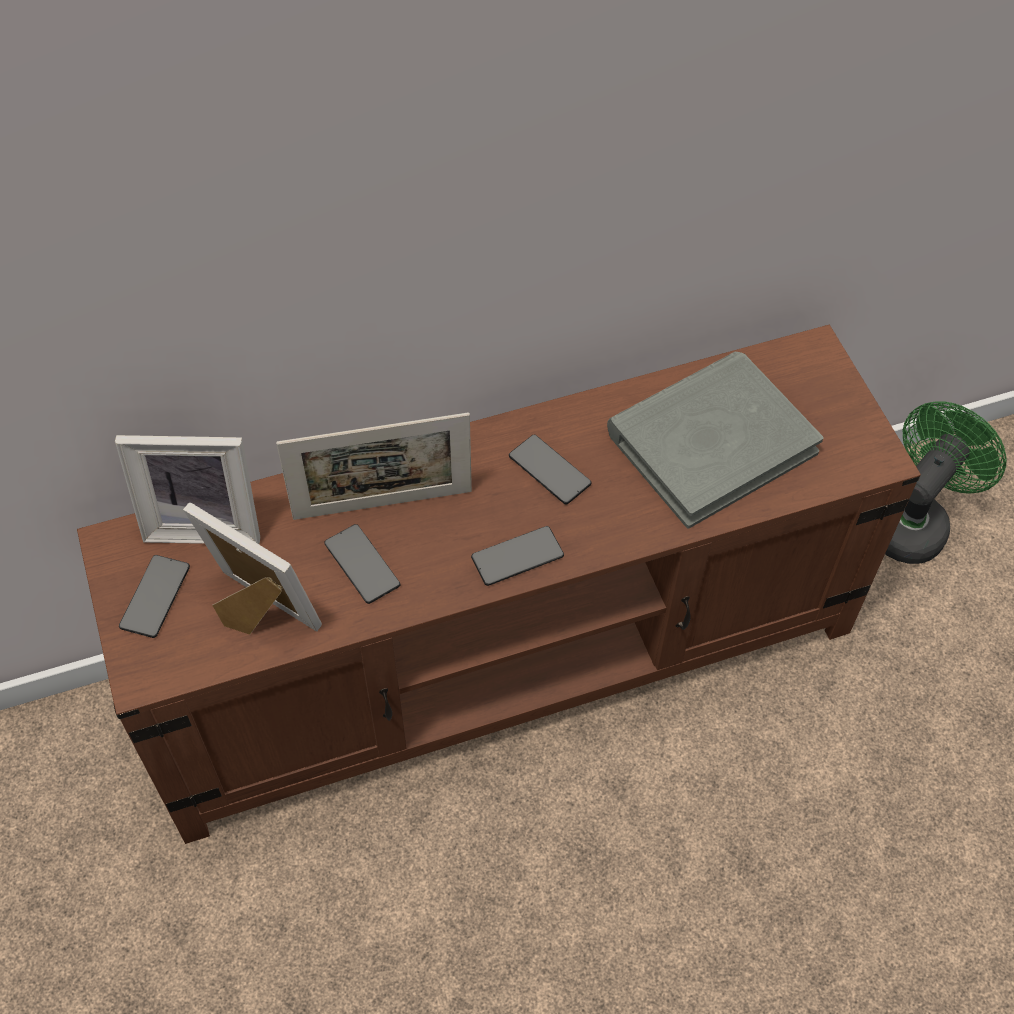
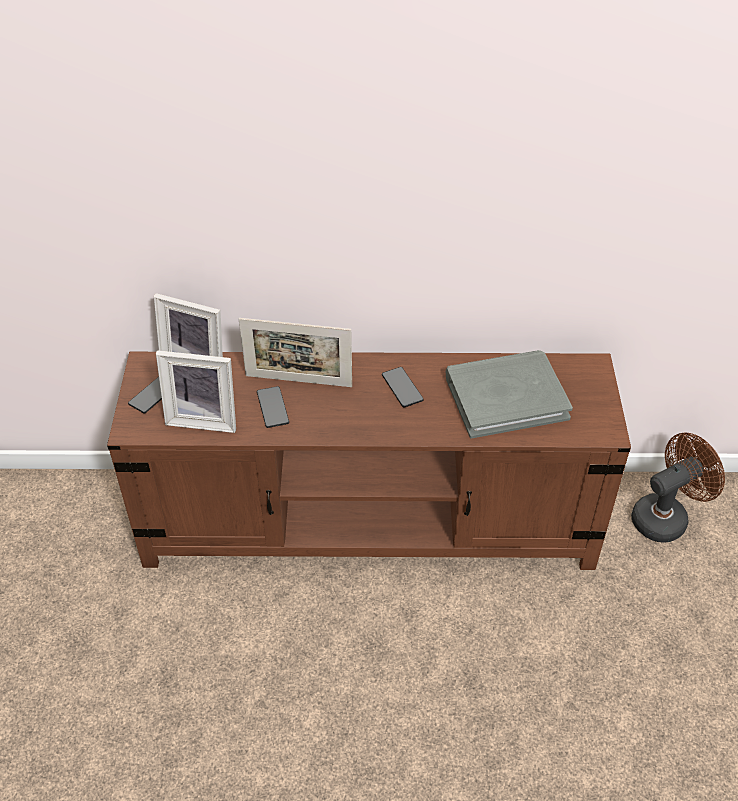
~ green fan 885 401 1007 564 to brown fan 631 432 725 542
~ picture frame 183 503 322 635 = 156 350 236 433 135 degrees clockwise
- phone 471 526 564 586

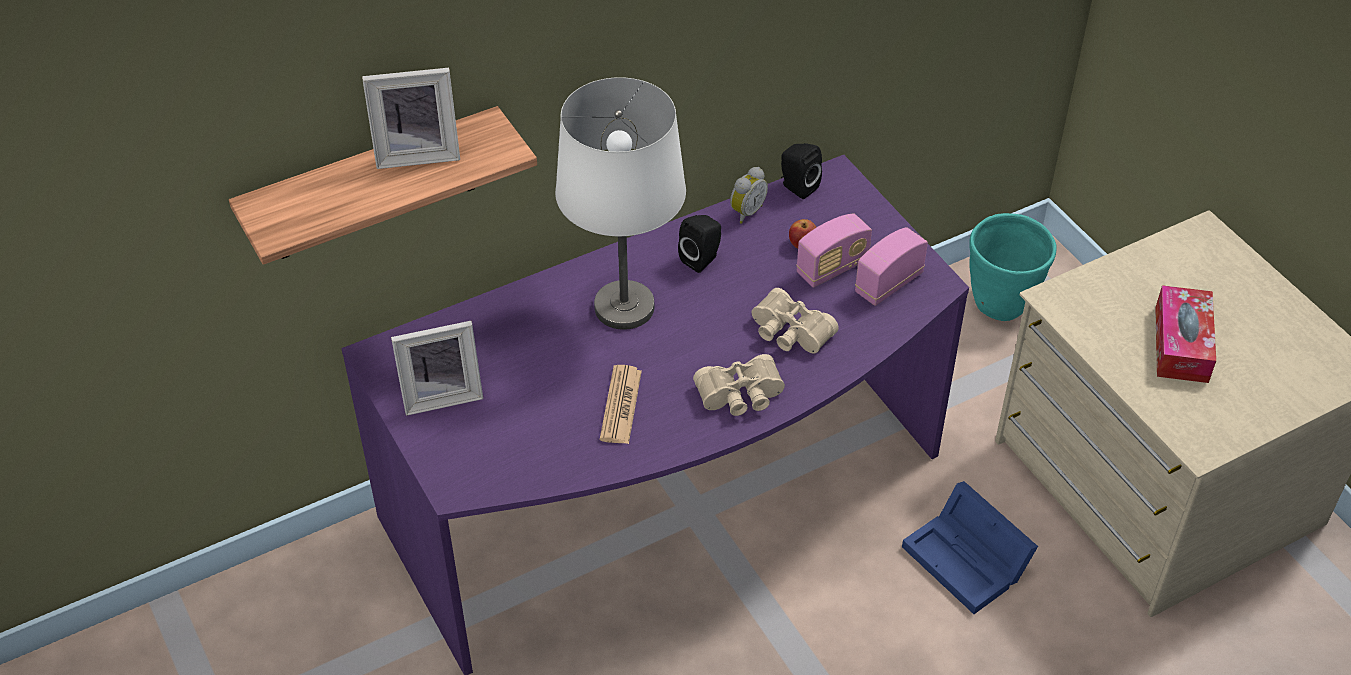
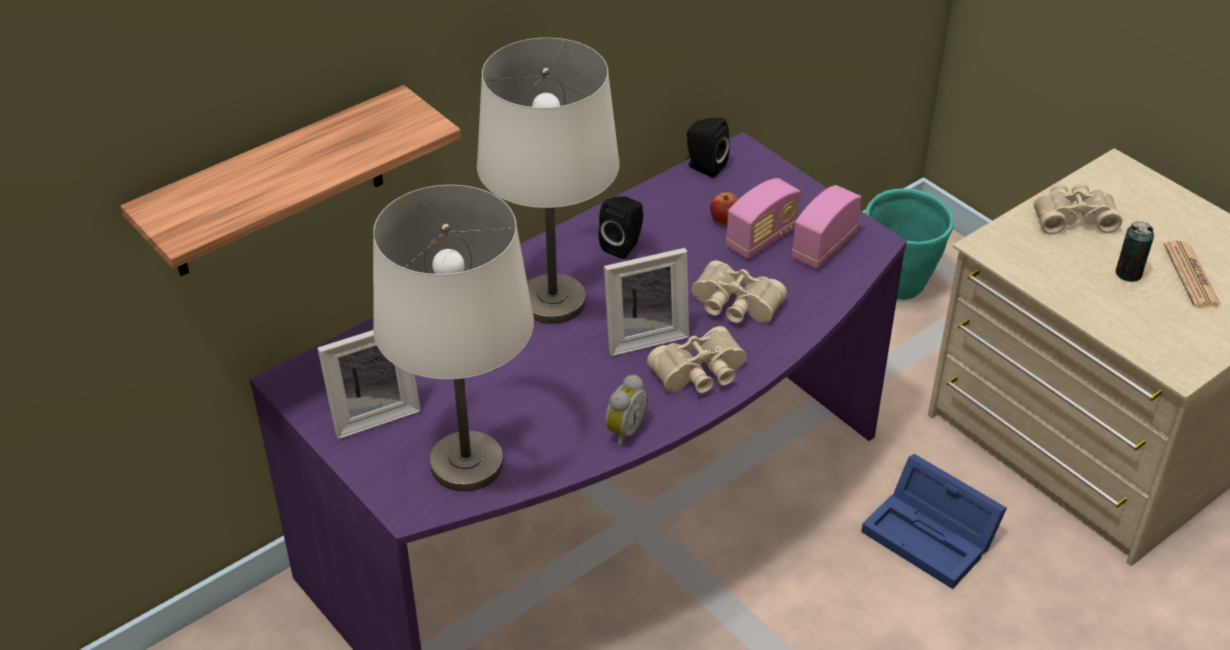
~ picture frame 362 68 460 169 to 604 248 689 356
~ alarm clock 730 167 768 224 to 605 375 648 447
~ tissue box 1155 285 1216 383 to can 1116 221 1154 282
~ newspaper 600 365 642 444 to 1164 241 1222 308
+ beige binoculars 1034 183 1122 234
+ white table lamp 373 185 534 492

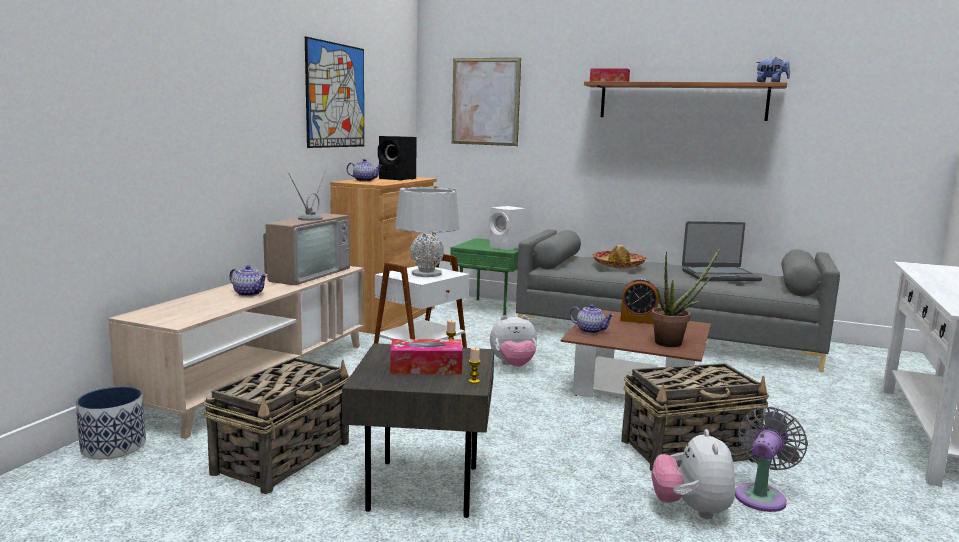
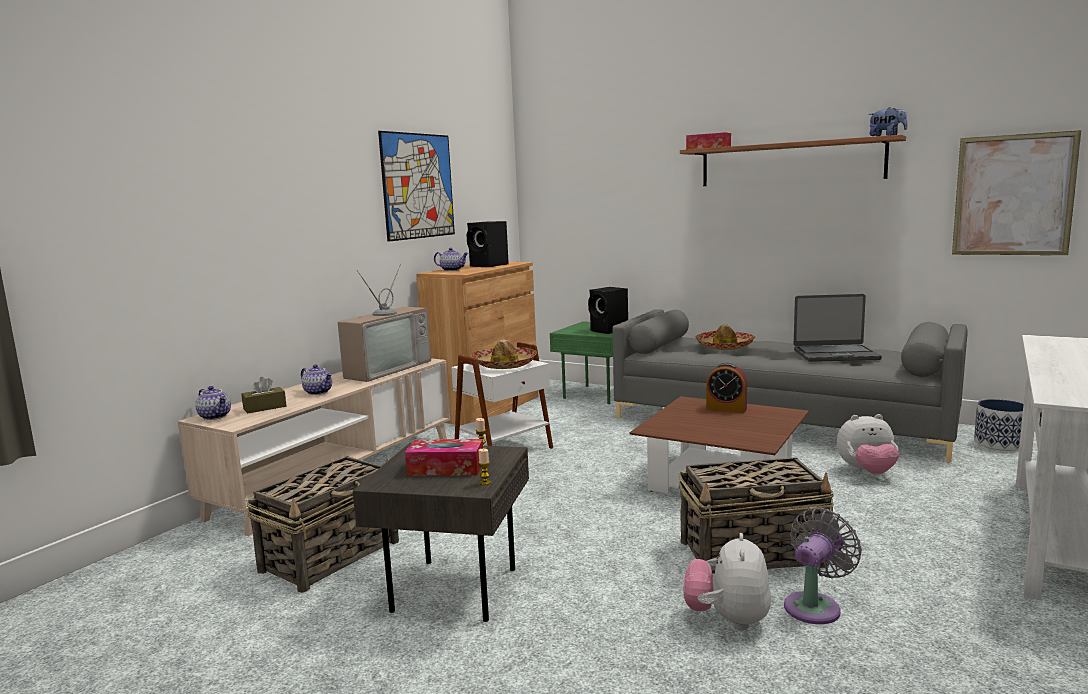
~ picture 452 58 521 146 to 952 130 1081 255
~ grey table lamp 395 187 459 277 to hat 471 340 537 369
~ white speaker 489 206 526 250 to black speaker 588 287 628 334
- potted plant 651 248 721 347
~ teapot 570 304 614 334 to 195 386 231 420
~ plush toy 490 315 537 367 to 837 414 899 474
~ planter 76 386 146 459 to 974 399 1024 451
+ brown tissue box 241 377 286 414

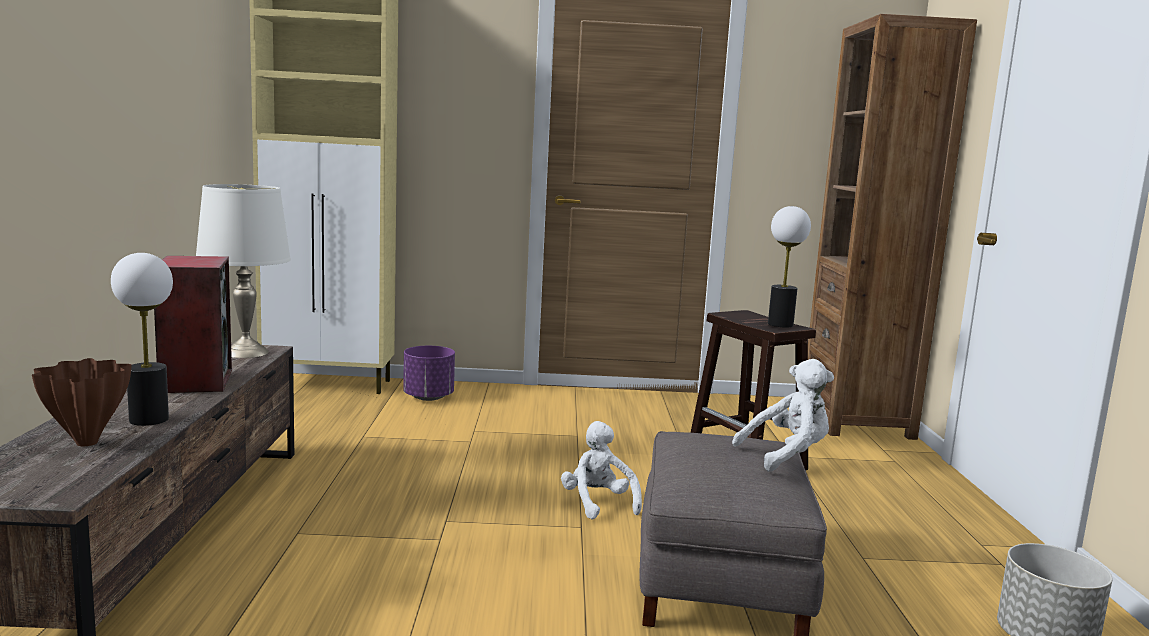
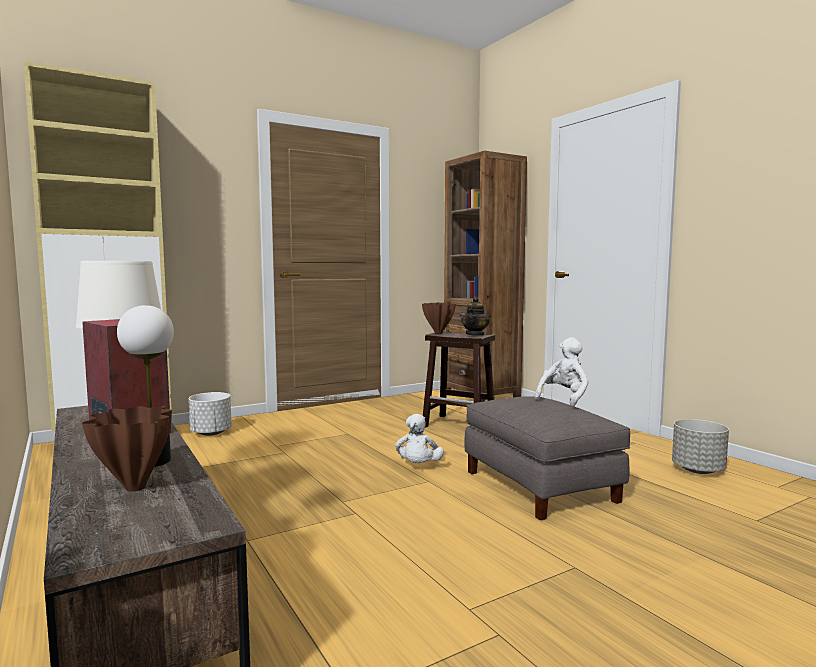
~ table lamp 768 206 811 328 to teapot 461 297 490 336
~ purple planter 403 346 455 401 to white planter 188 392 232 436
~ white plush toy 561 421 642 520 = 395 414 444 463 120 degrees counterclockwise
+ brown vase 422 303 456 334

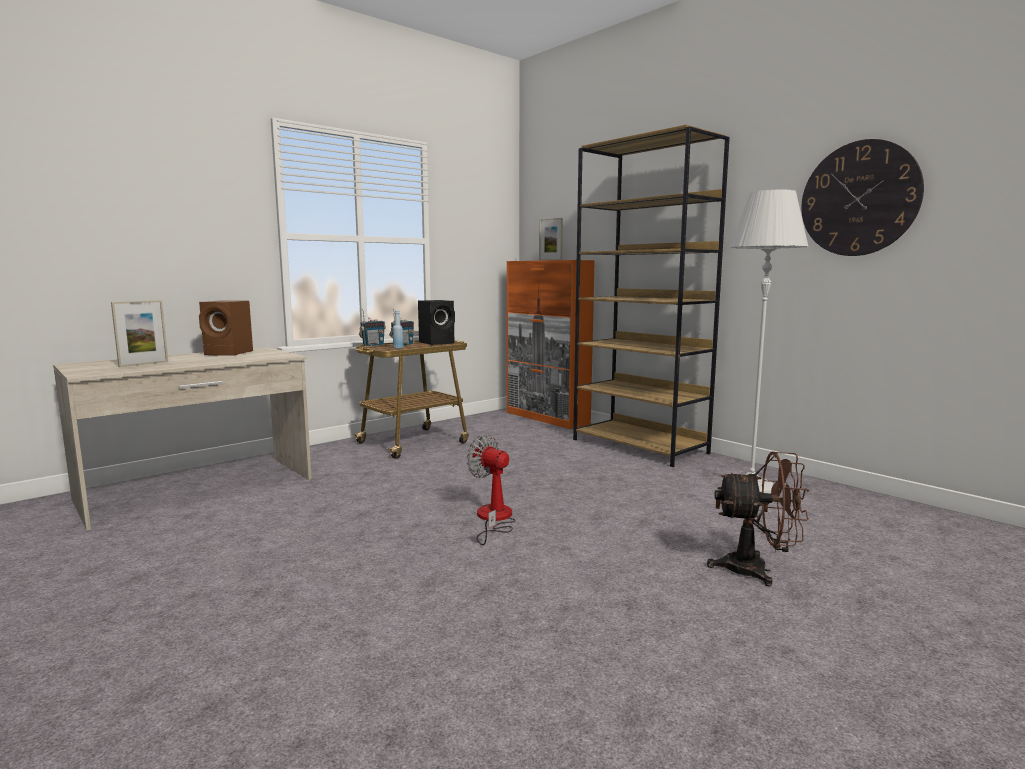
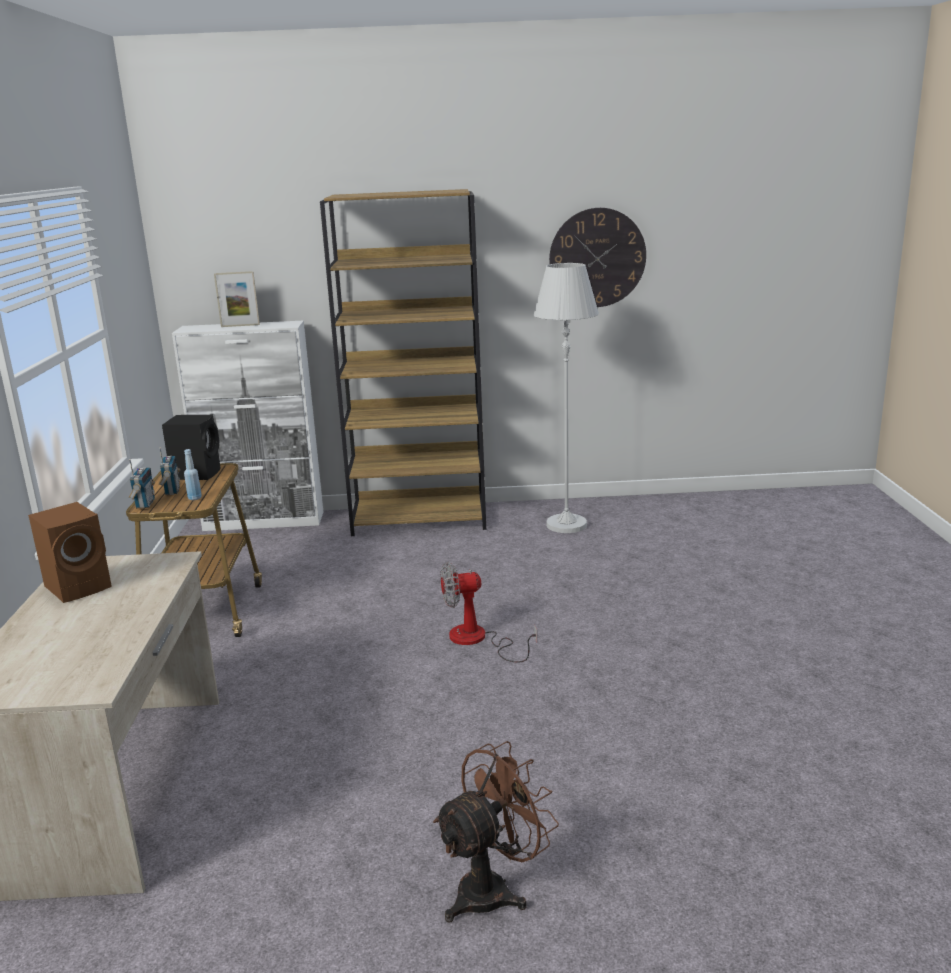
~ orange cabinet 507 260 595 429 to white cabinet 172 321 323 531
- picture frame 111 300 168 367
~ brown fan 707 451 809 587 to 433 741 559 923

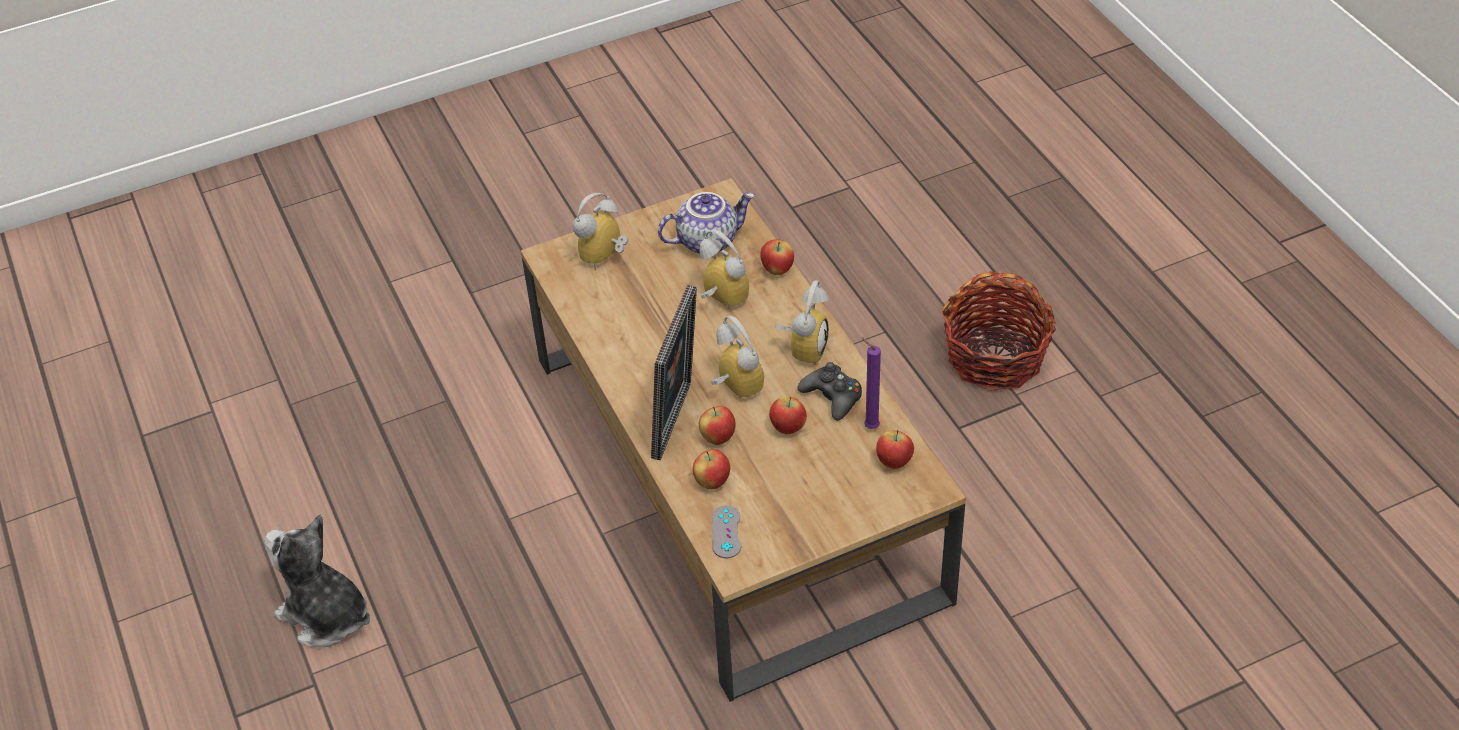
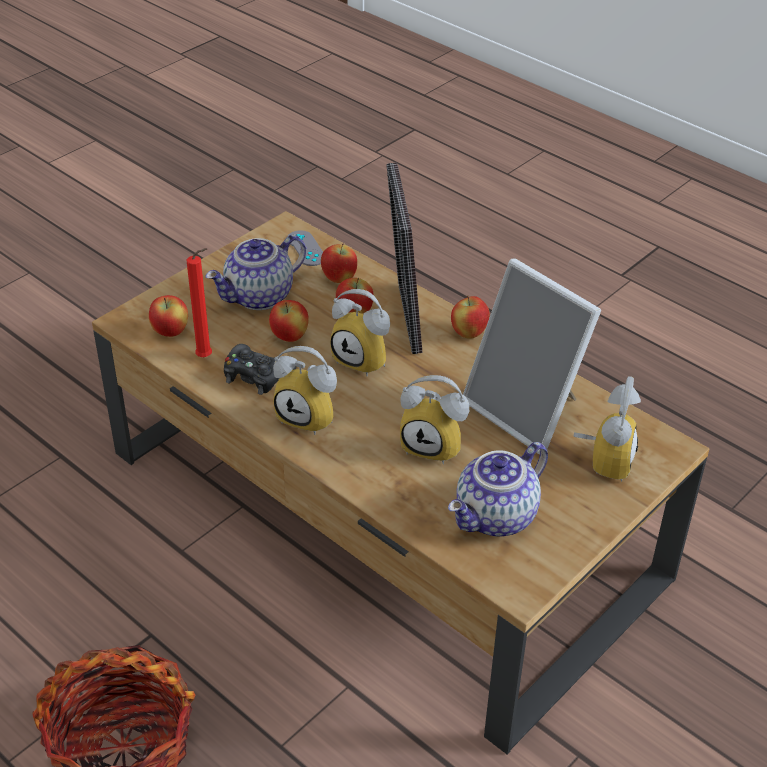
~ apple 760 239 794 275 to 451 296 490 339
~ alarm clock 775 280 829 365 = 273 346 337 435 60 degrees counterclockwise
~ purple candle 861 337 881 429 to red candle 187 248 212 357
- plush toy 264 514 370 648
+ teapot 205 235 306 310
+ picture frame 463 259 601 454

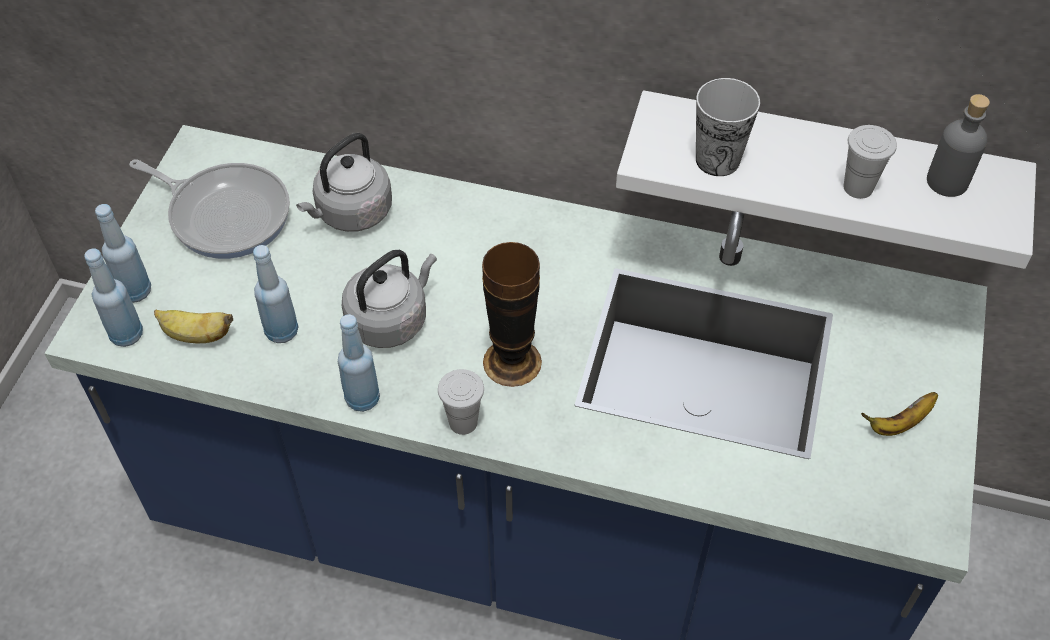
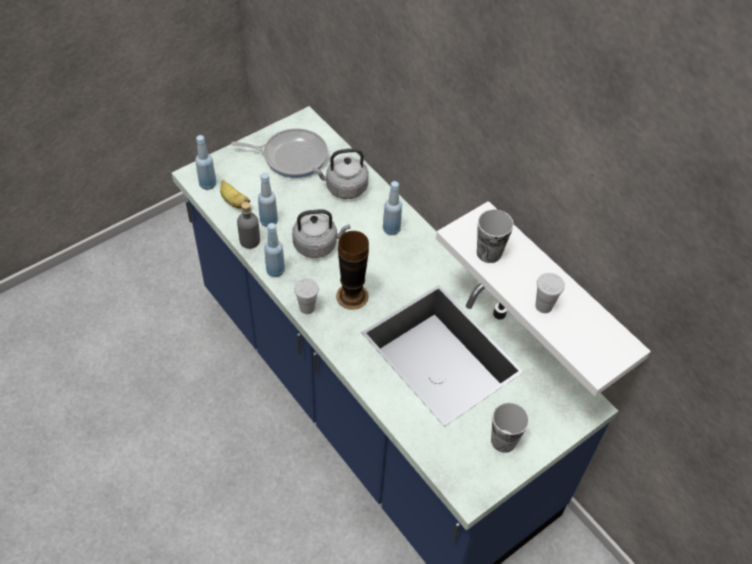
~ grey bottle 927 94 990 197 to 237 202 260 249
~ frying pan 129 159 290 259 = 231 128 328 178 60 degrees counterclockwise
~ blue bottle 95 204 151 303 to 383 181 402 235
~ banana 861 392 938 436 to cup 491 402 529 453

